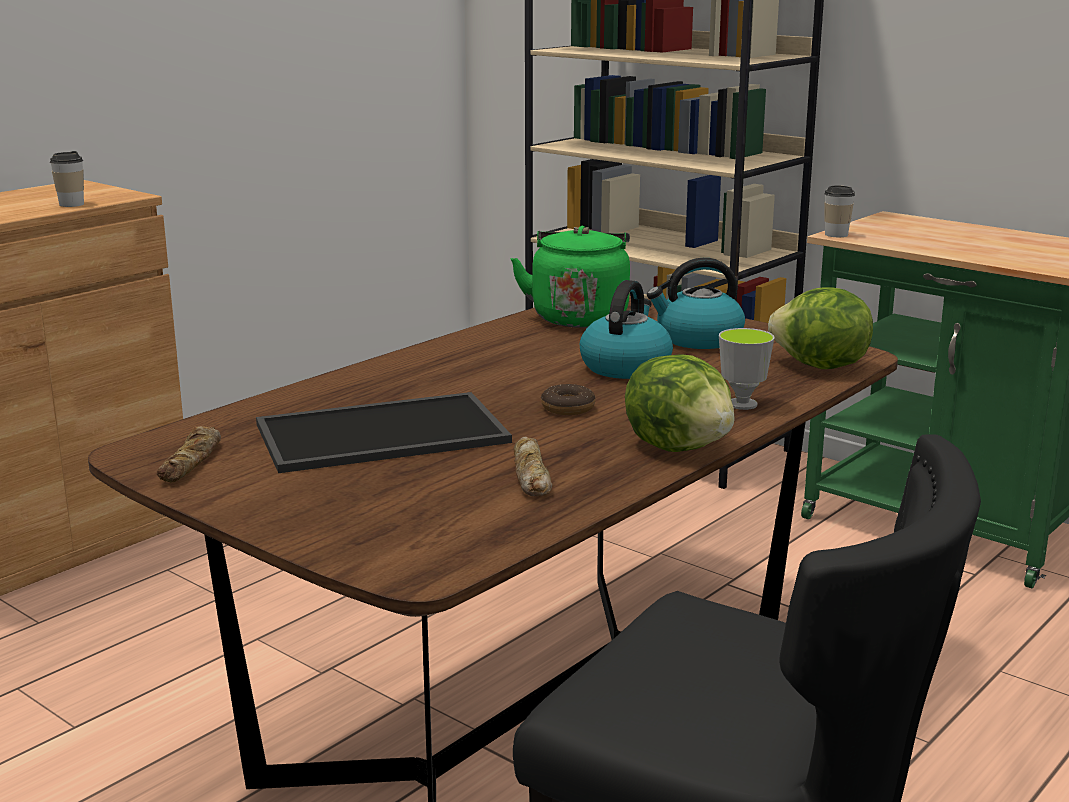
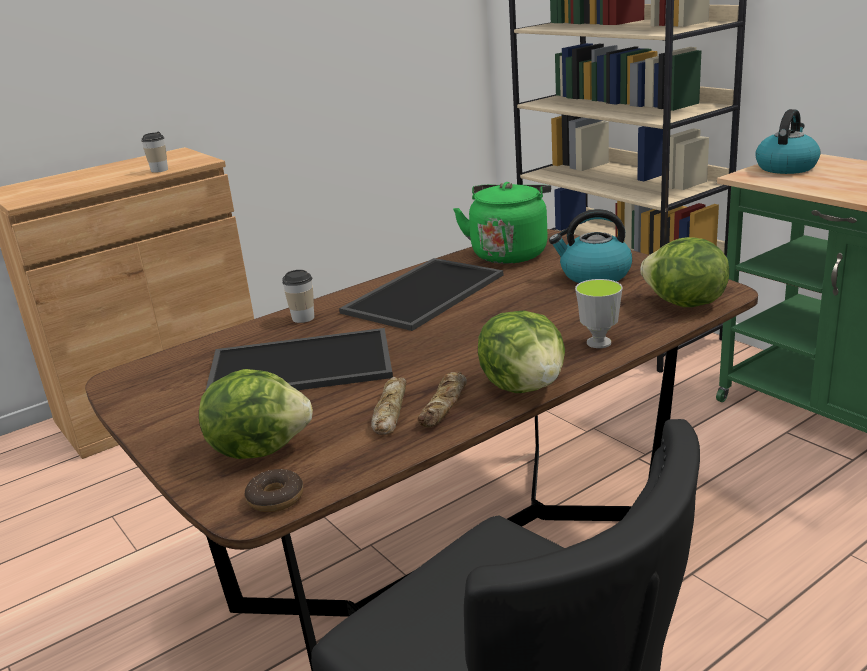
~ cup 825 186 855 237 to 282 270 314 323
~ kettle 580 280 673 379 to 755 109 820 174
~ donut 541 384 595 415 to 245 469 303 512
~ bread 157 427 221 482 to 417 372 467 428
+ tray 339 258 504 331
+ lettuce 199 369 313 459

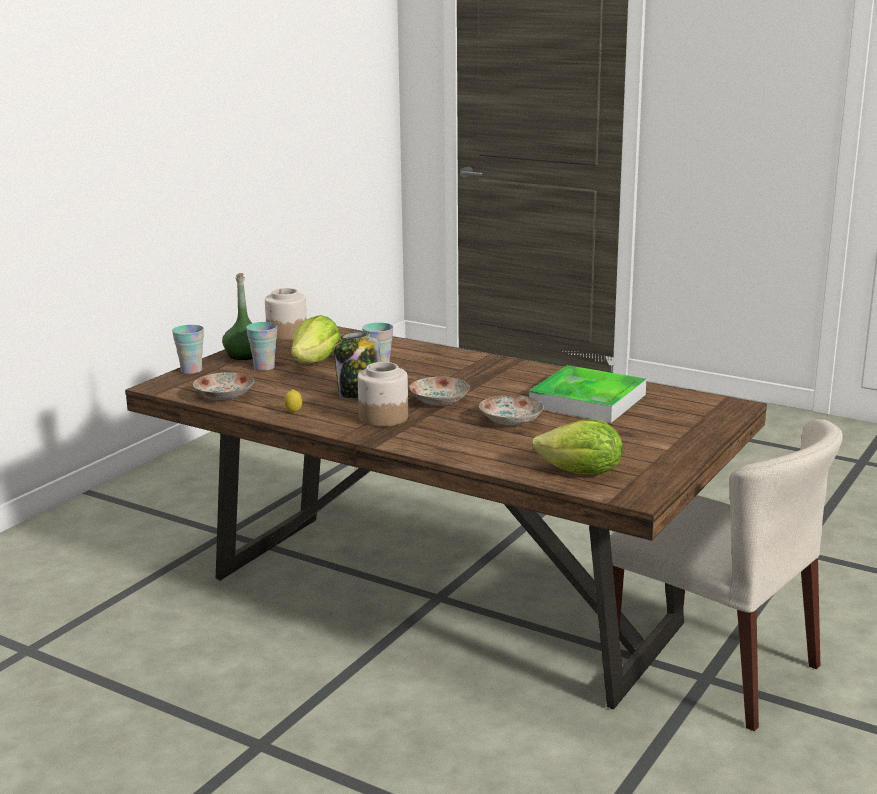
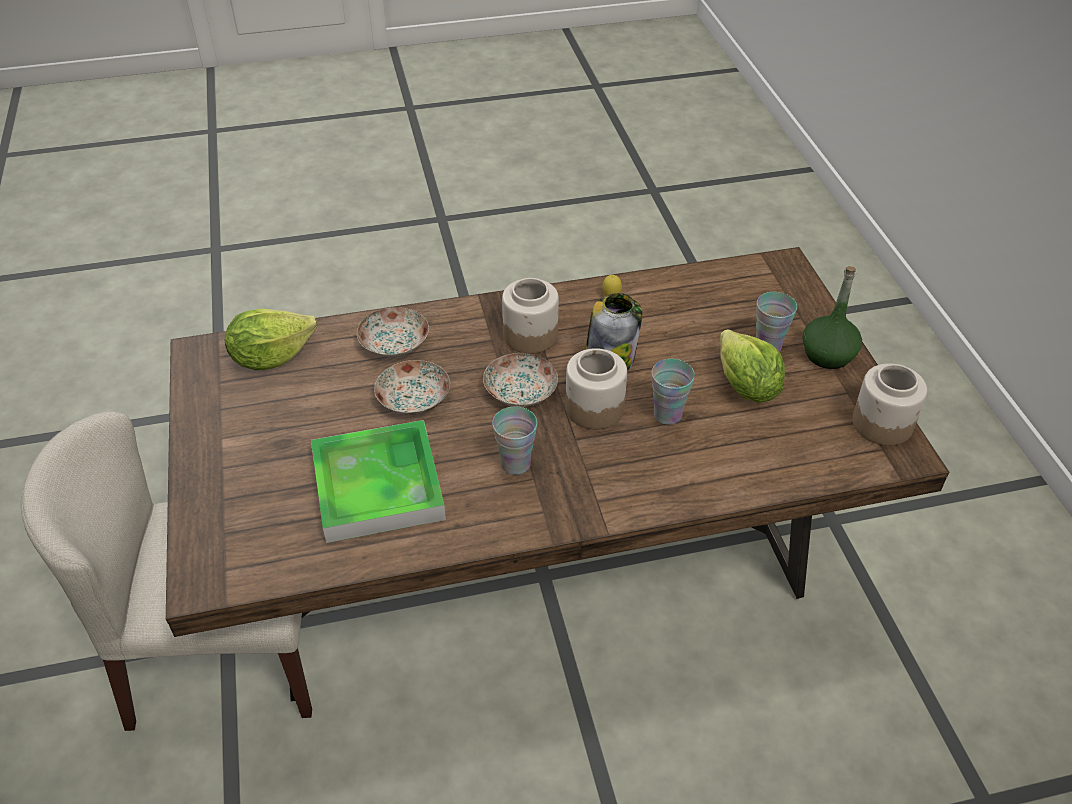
~ cup 172 325 204 374 to 492 406 537 475
~ plate 193 372 254 401 to 357 307 429 357
+ jar 565 348 627 429

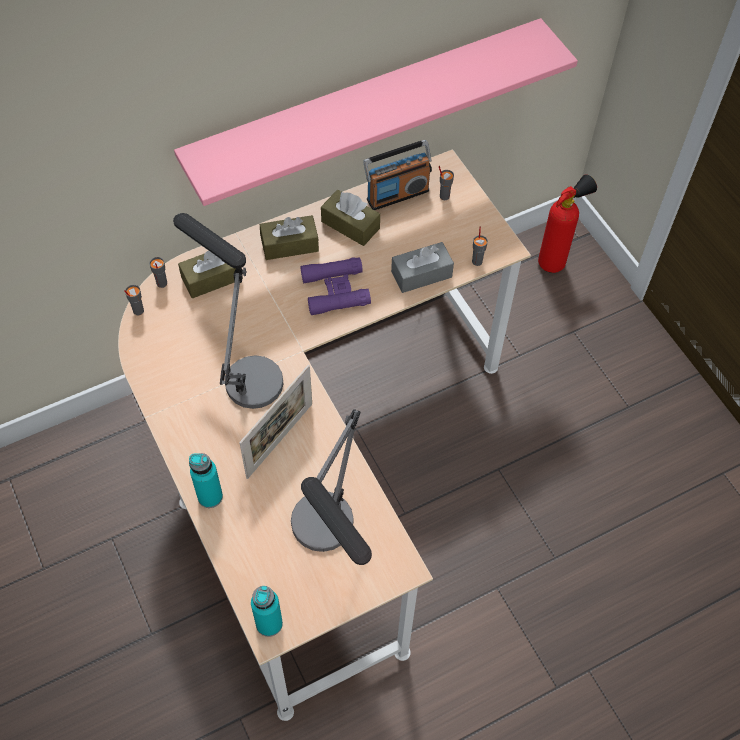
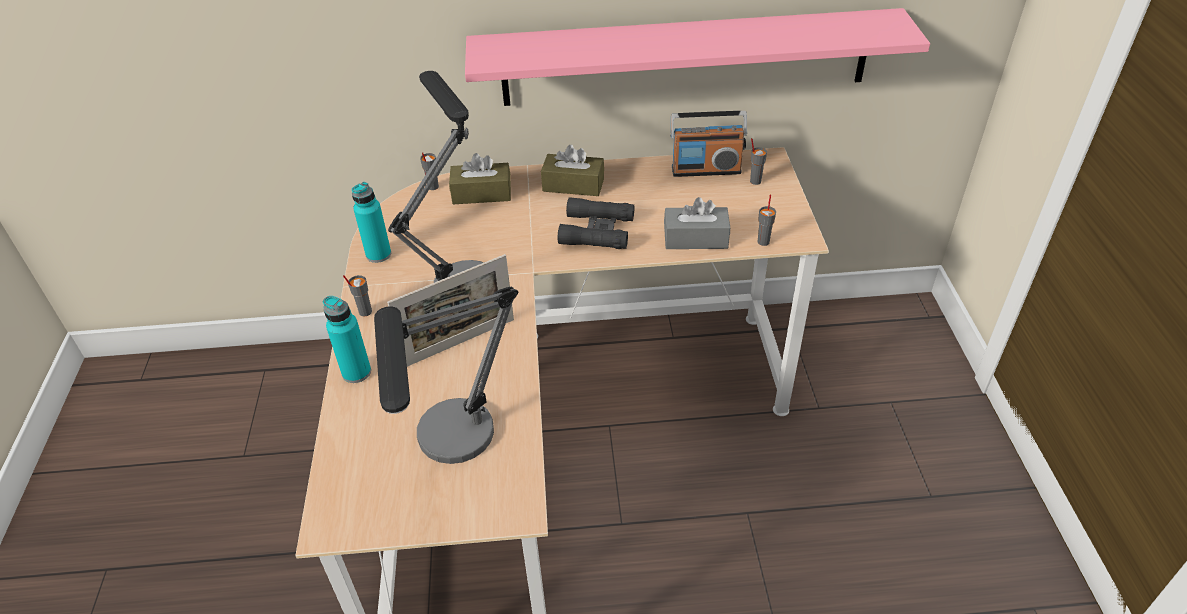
- fire extinguisher 538 174 597 273
- brown tissue box 321 190 380 246
~ purple binoculars 300 257 371 315 to black binoculars 558 197 634 249
~ grey cup 124 285 144 315 to 343 275 372 316
~ turquoise bottle 251 586 283 637 to 352 182 391 263

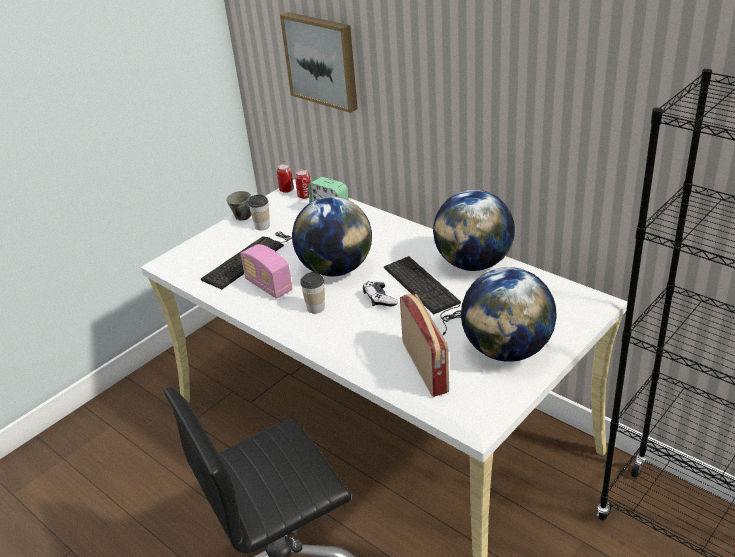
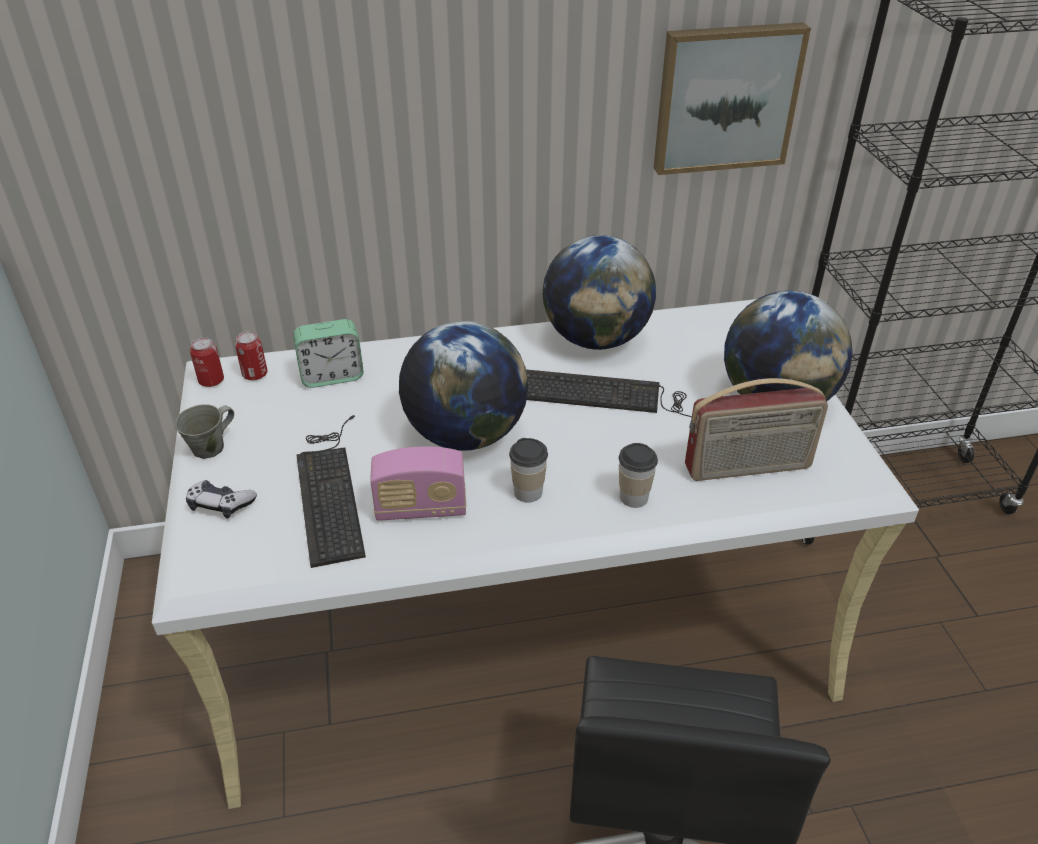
~ picture 280 12 358 113 to 654 22 811 175
~ cup 248 195 270 230 to 619 443 658 508
~ game controller 363 281 398 307 to 186 480 257 519
~ radio 400 294 449 397 = 685 378 828 481 150 degrees clockwise

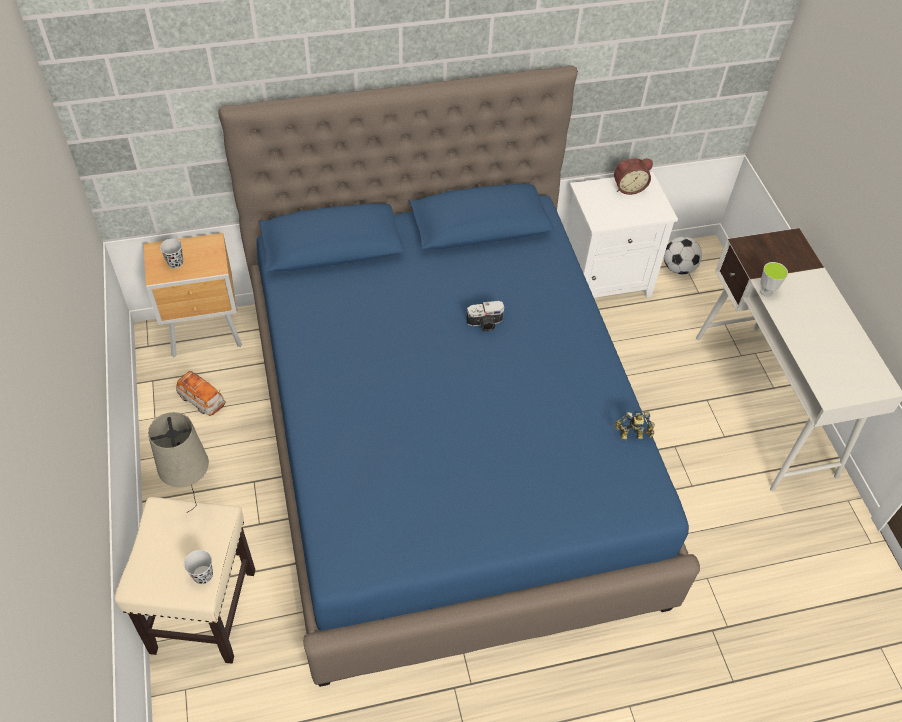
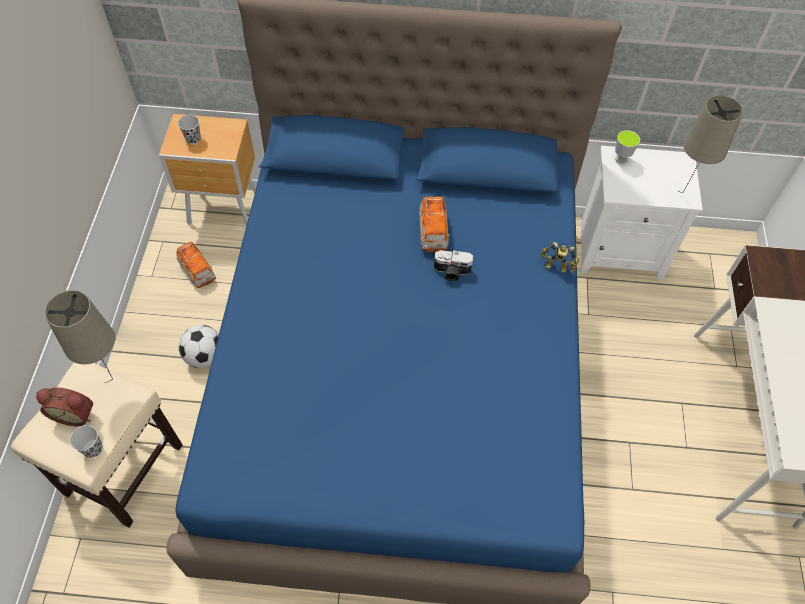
~ alarm clock 614 158 653 195 to 36 387 93 426
~ football 664 237 702 274 to 179 325 219 368
~ cup 760 262 788 297 to 615 130 640 164
~ toy robot 615 411 655 441 to 542 242 579 273
+ beige table lamp 677 95 743 193
+ toy car 419 197 450 252

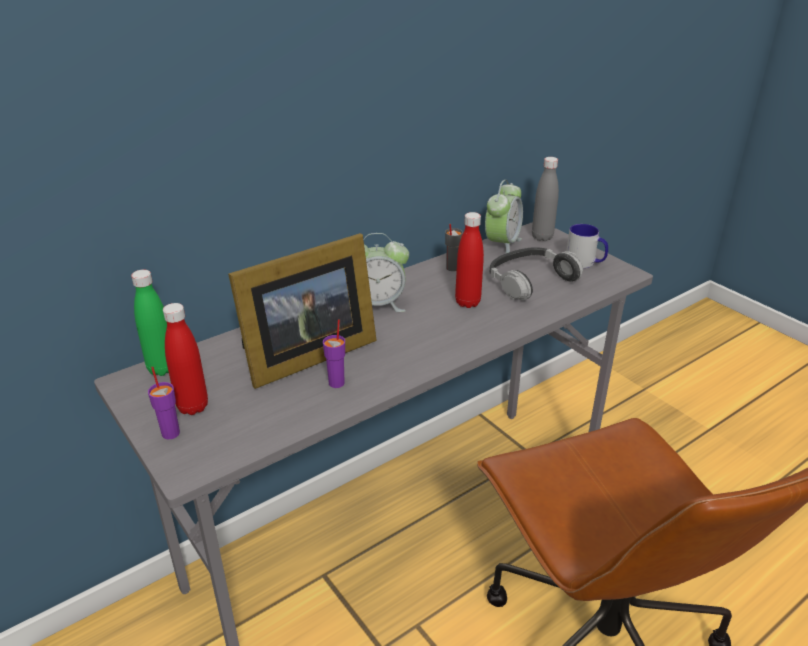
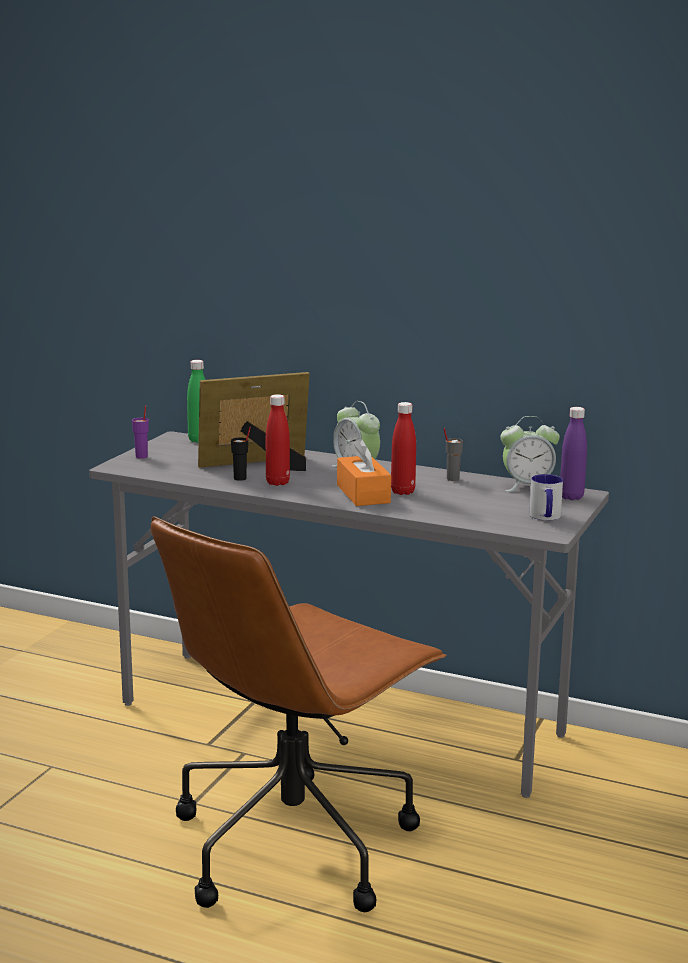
~ grey bottle 532 157 559 241 to purple bottle 560 407 587 500
~ picture frame 228 233 377 389 = 198 372 310 471 135 degrees clockwise
- headphones 490 247 583 300
~ red bottle 163 303 208 415 to 266 394 290 486
~ purple cup 323 319 345 388 to black cup 231 427 251 481
+ orange tissue box 337 438 391 506

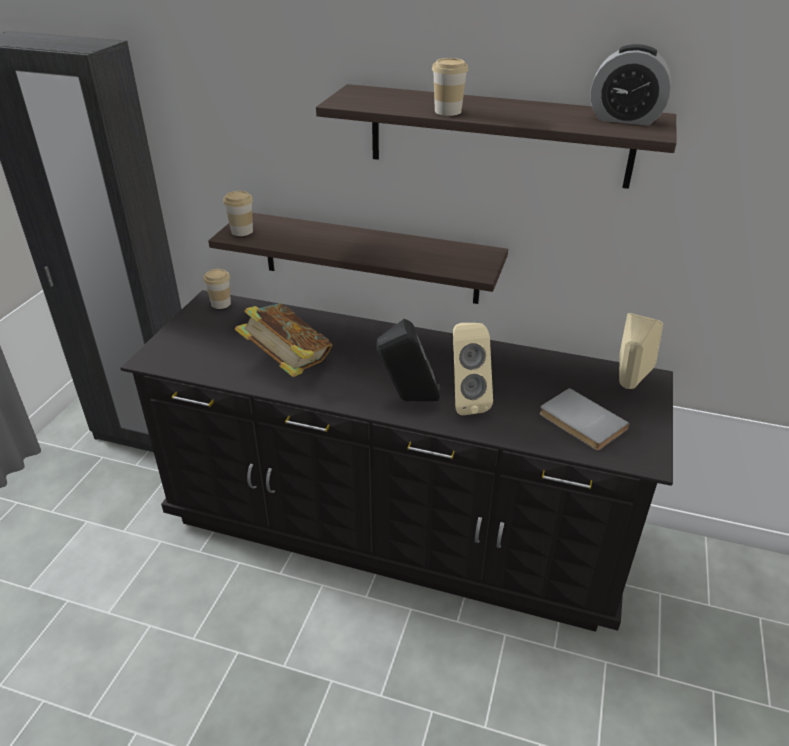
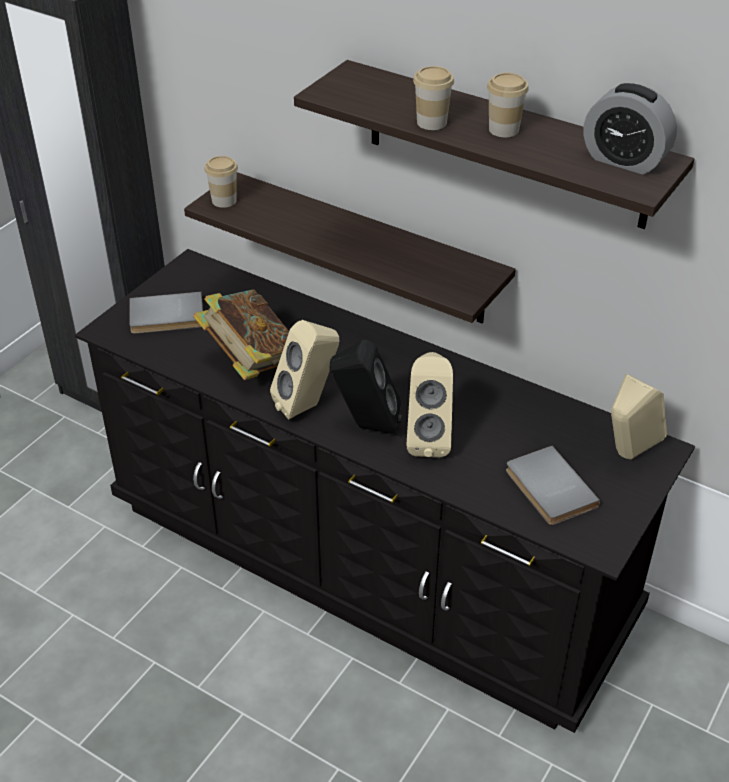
~ cup 204 269 231 309 to 487 73 529 137
+ grey book 129 292 203 334
+ beige speaker 270 320 339 420

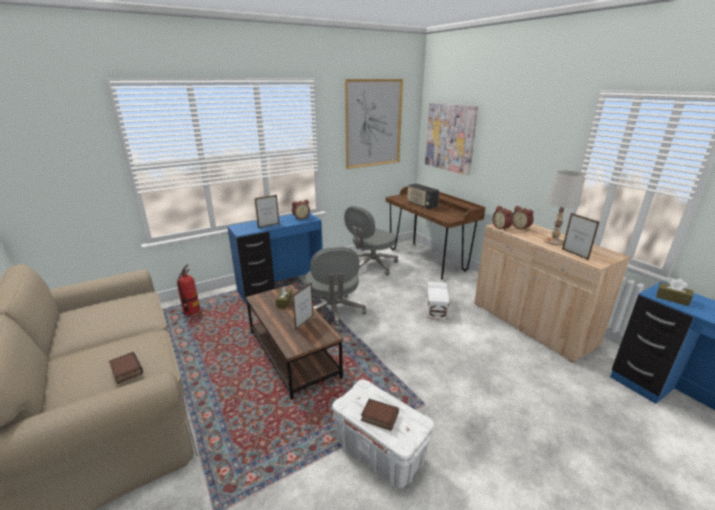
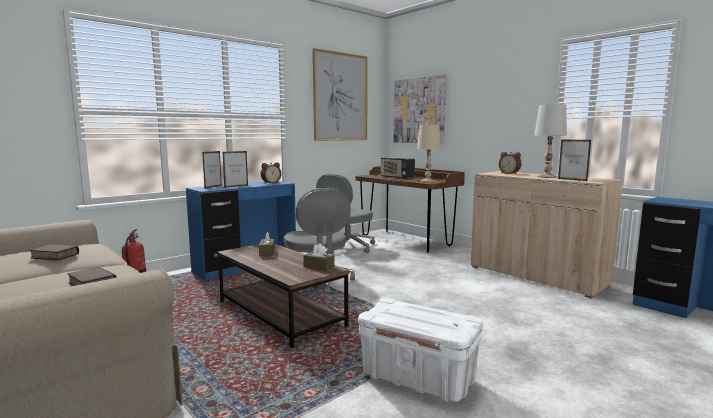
- alarm clock 492 206 513 231
~ brown tissue box 656 279 693 306 to 303 243 335 271
~ picture frame 292 282 313 330 to 202 151 222 189
- white storage box 426 282 449 319
~ book 361 399 399 431 to 29 244 79 261
+ beige table lamp 417 125 441 182

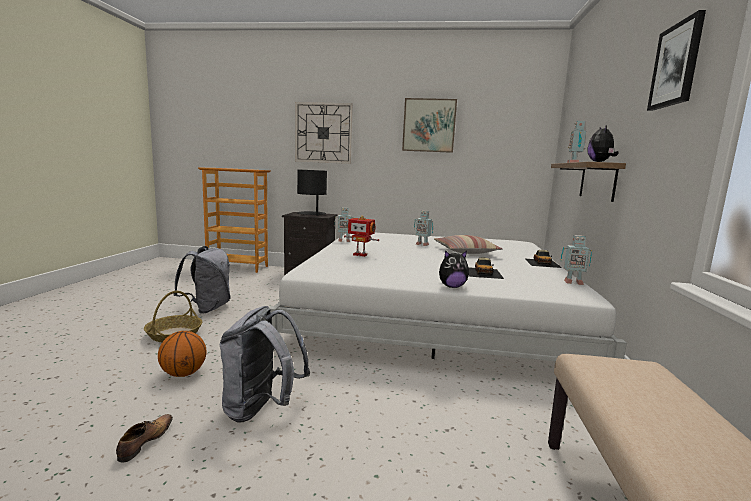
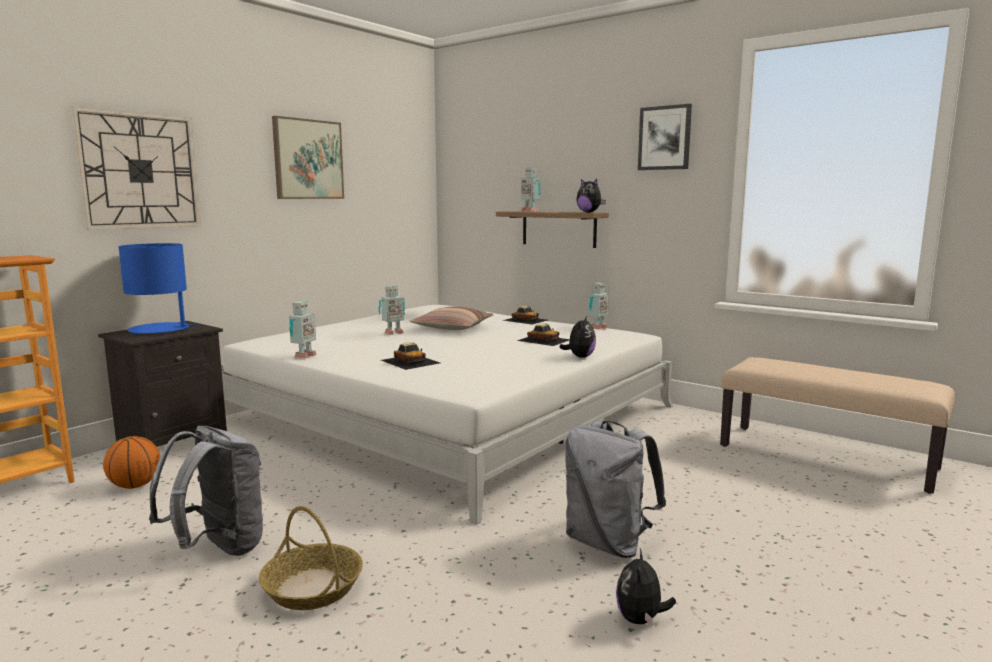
~ black table lamp 297 170 327 216 to blue table lamp 118 243 196 335
~ toy robot 344 215 379 257 to toy car 381 342 440 370
~ basketball 158 331 207 377 to 103 436 161 489
~ shoe 116 414 173 463 to plush toy 616 549 676 626

